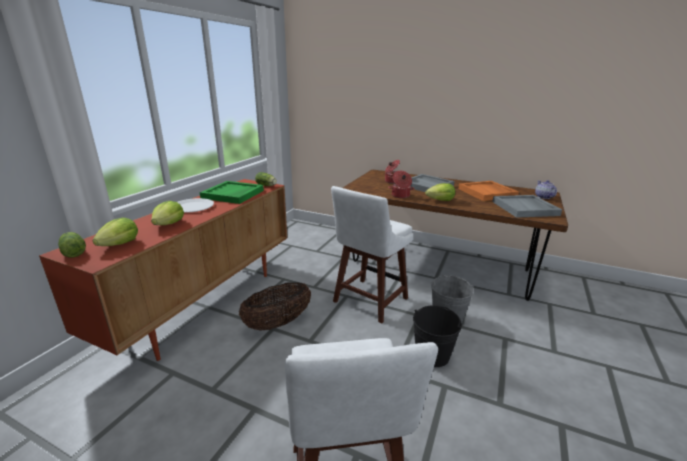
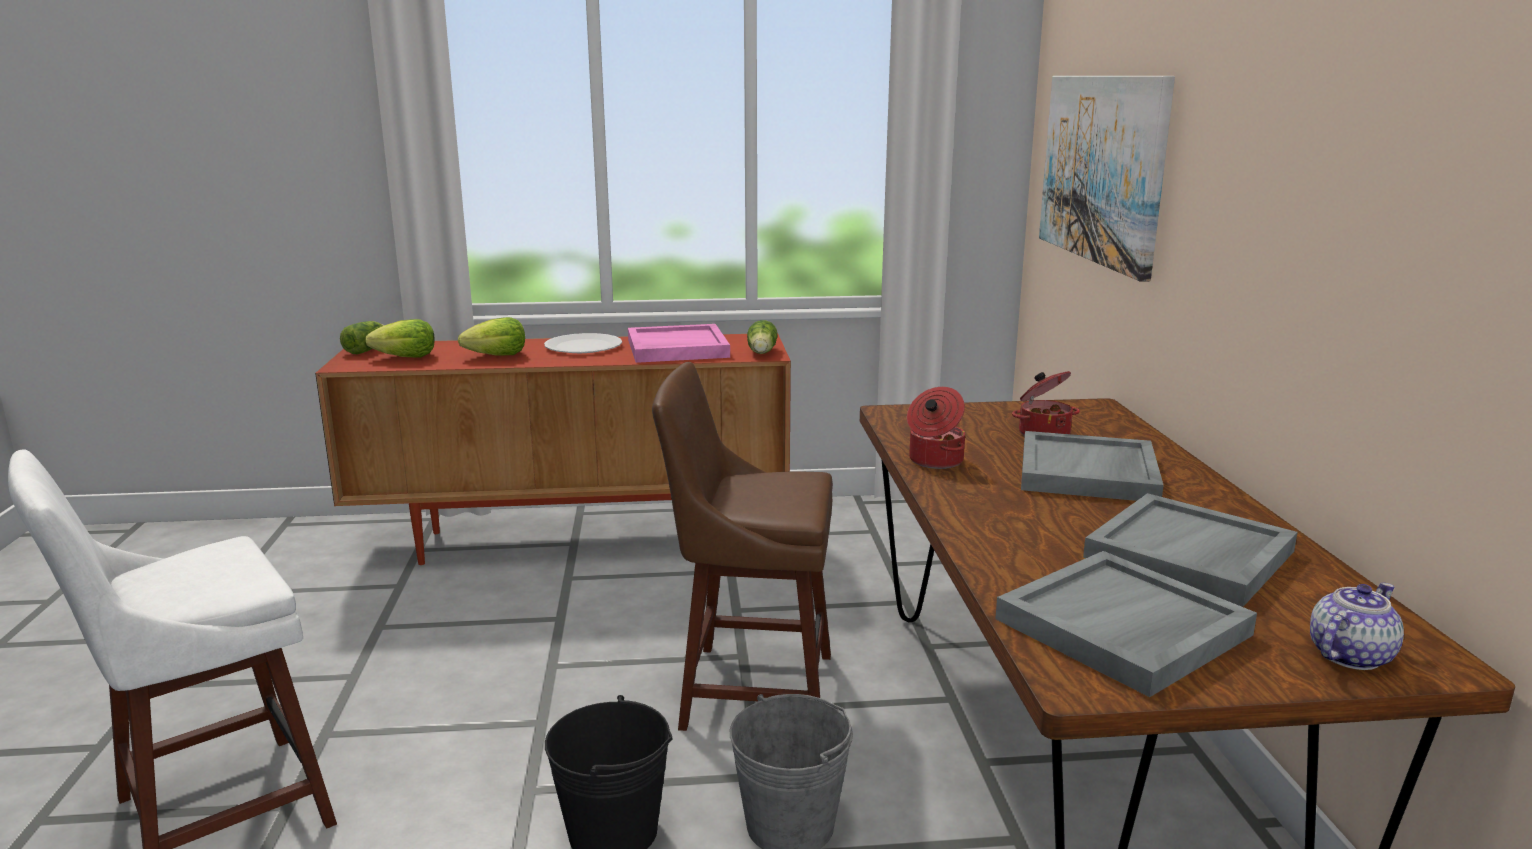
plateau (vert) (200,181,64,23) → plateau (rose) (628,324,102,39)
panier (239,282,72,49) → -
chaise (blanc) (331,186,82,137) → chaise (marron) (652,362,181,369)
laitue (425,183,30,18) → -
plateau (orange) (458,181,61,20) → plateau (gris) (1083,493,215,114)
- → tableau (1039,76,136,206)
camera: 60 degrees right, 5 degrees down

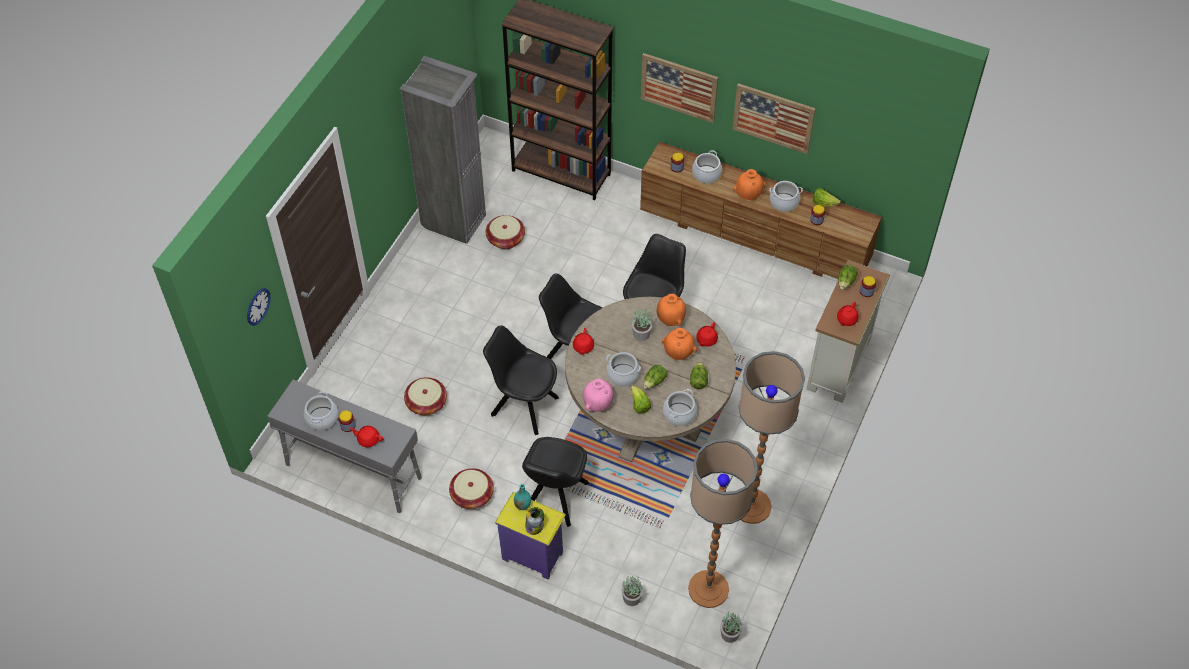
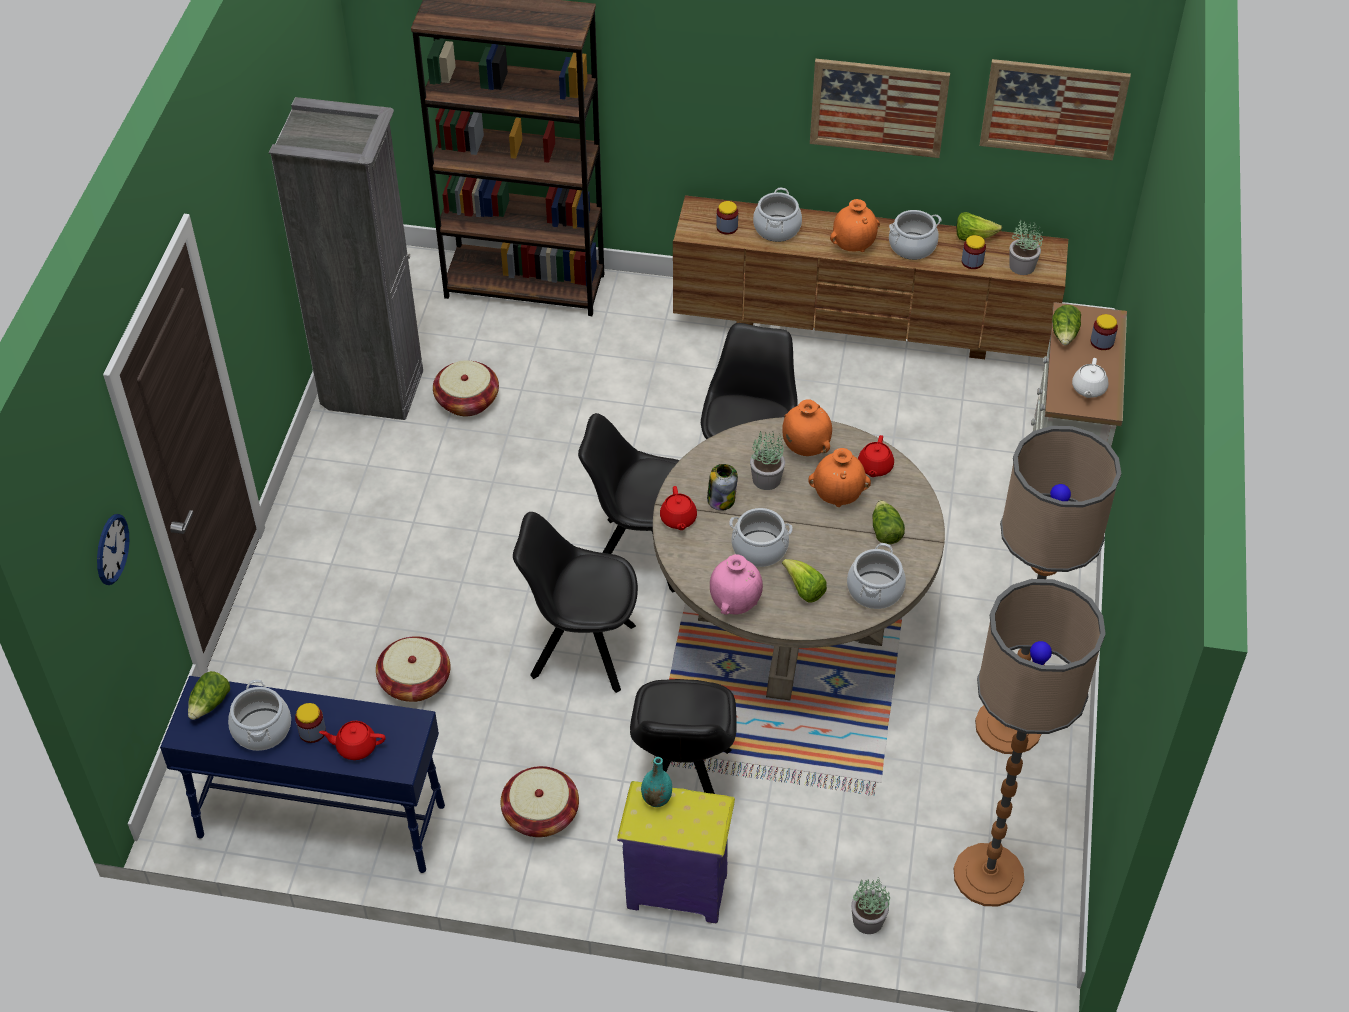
table console (gris) (267,380,155,133) → table console (bleu) (160,676,285,197)
bocal (525,507,19,28) → bocal (707,464,31,47), shifted
tableau (641,53,77,70) → tableau (979,59,152,102), shifted
laitue (643,365,24,24) → laitue (188,671,42,49), shifted
plante en pot (720,612,22,31) → plante en pot (1010,219,33,56), shifted
théière (rouge) (837,302,22,24) → théière (blanc) (1072,358,36,40)
camera: 15 degrees left, 5 degrees down

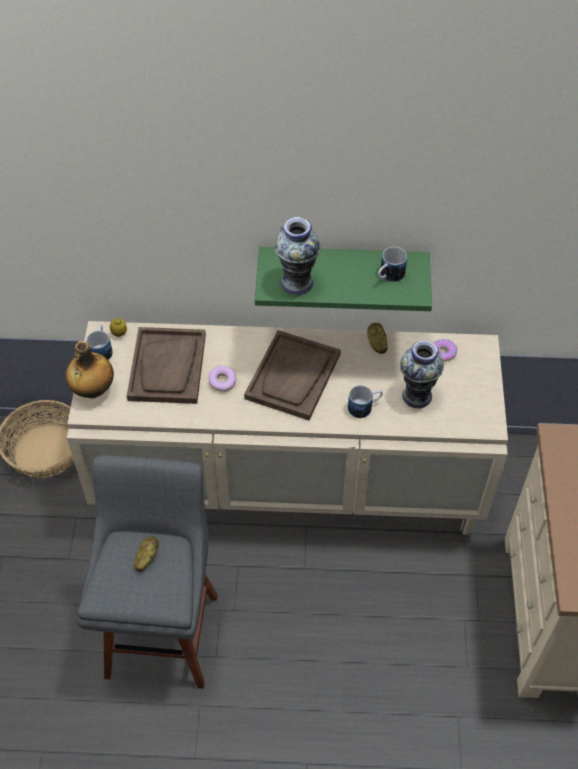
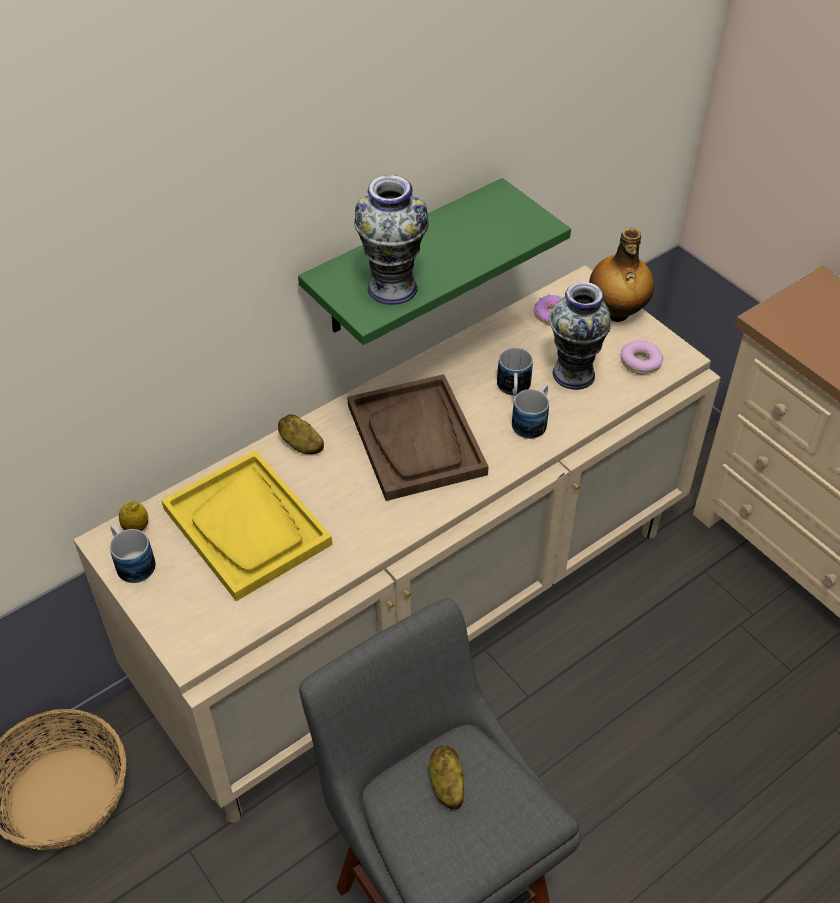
bouteille (66,341,48,57) → bouteille (589,228,65,94), shifted
plateau (marron) (127,327,79,77) → plateau (jaune) (161,450,172,151)
beignet (208,366,28,26) → beignet (621,341,42,33), shifted
pomme de terre (367,323,21,31) → pomme de terre (278,414,46,40), shifted
mug (378,247,29,35) → mug (497,348,36,48), shifted
camera: 40 degrees left, 5 degrees down

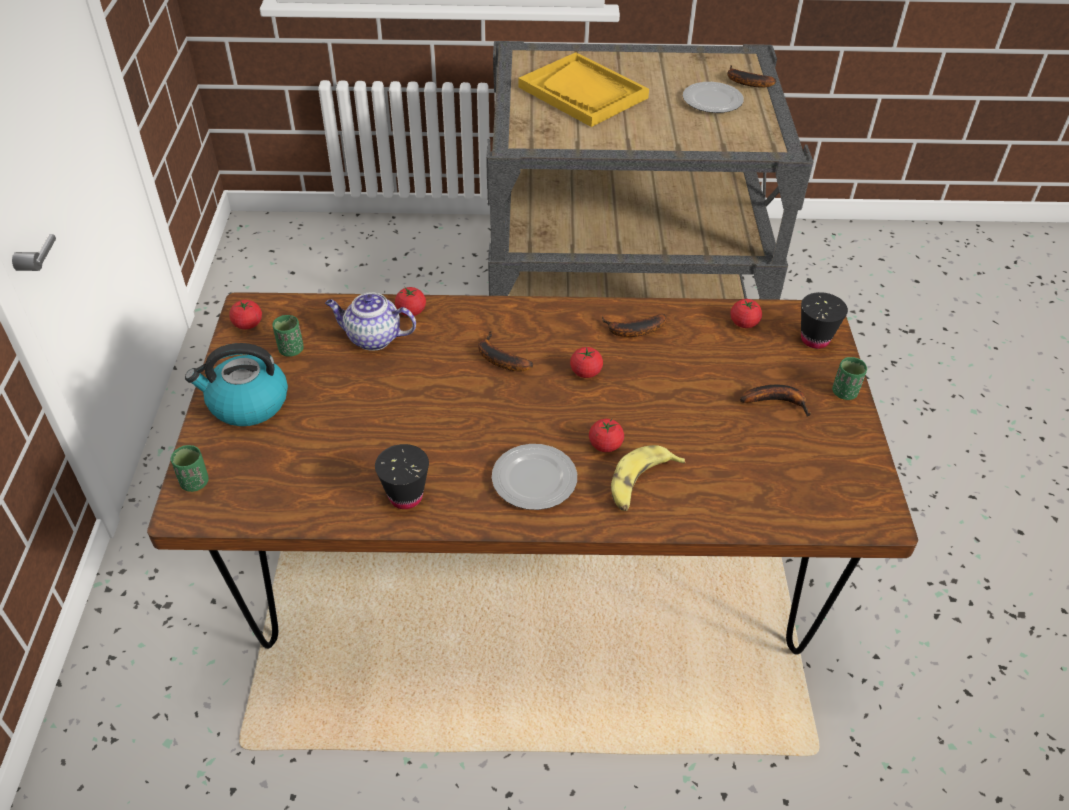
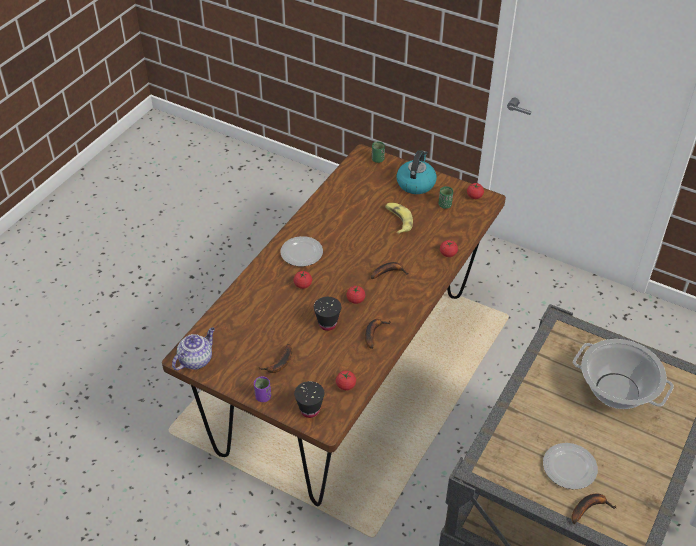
théière (325,292,91,59) → théière (172,327,43,43), shifted
tasse (noir) (375,444,54,65) → tasse (noir) (314,297,27,34), shifted
plateau (jaune) (518,52,131,75) → marmite (573,339,101,70)
banane (611,445,74,66) → banane (385,203,28,31), shifted
tasse (vert) (832,357,35,43) → tasse (violet) (254,376,17,26)
camera: 120 degrees right, 0 degrees up

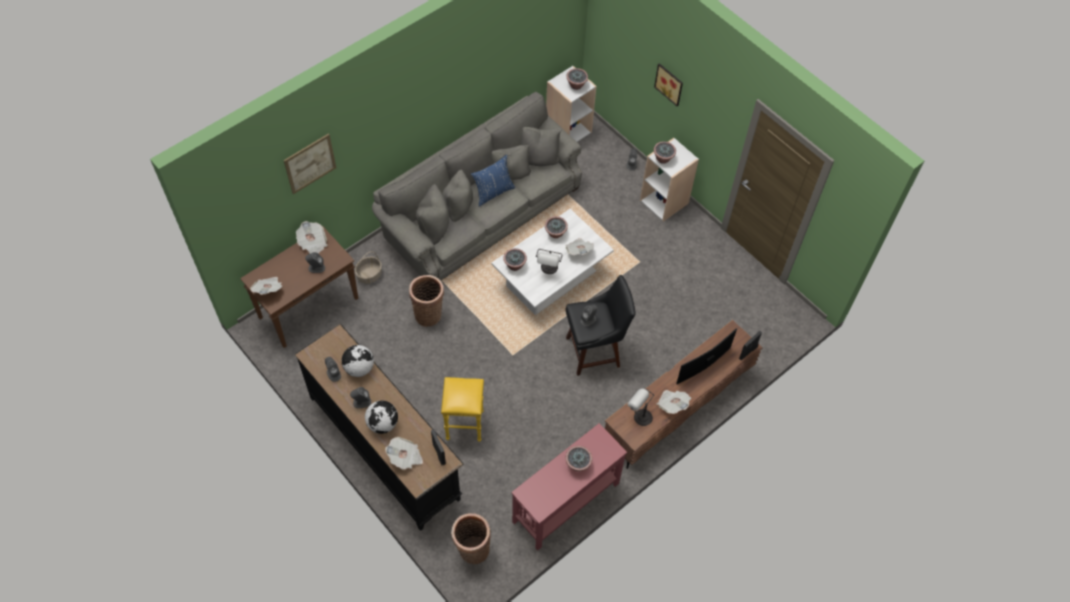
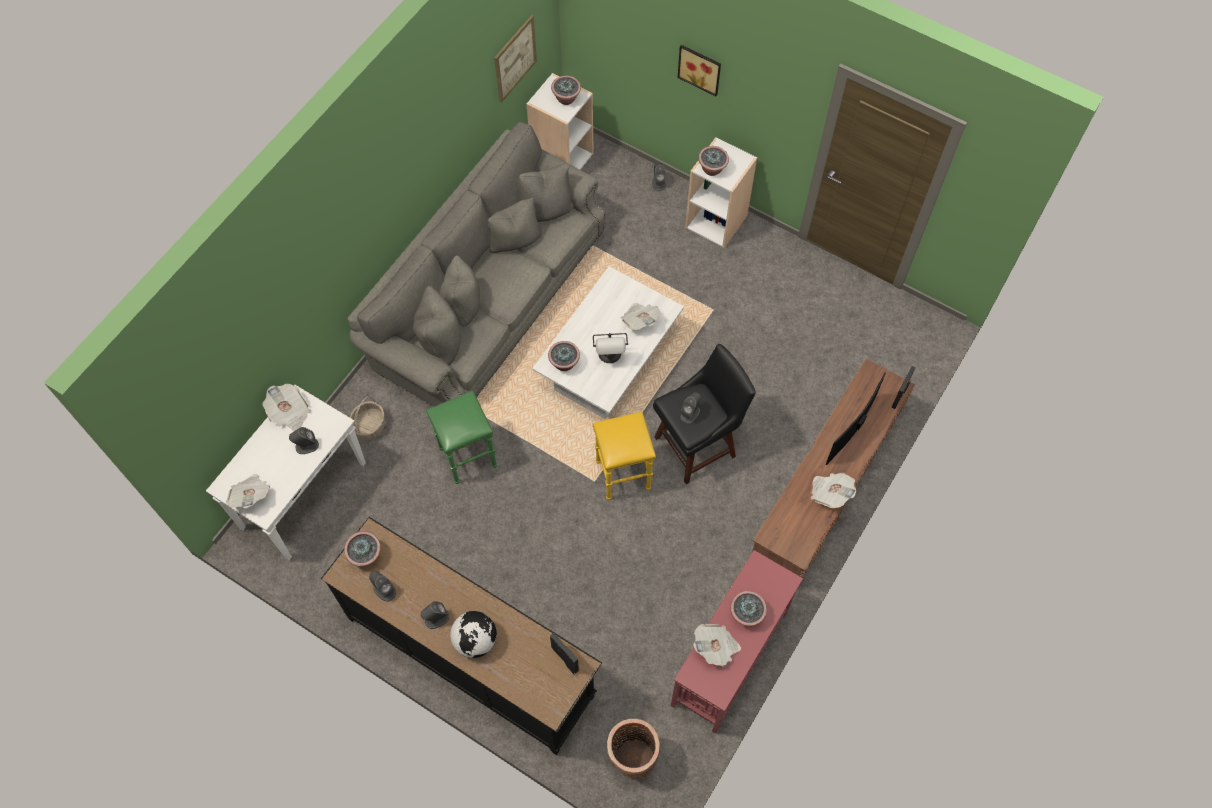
table console (marron) (240,227,118,121) → table console (blanc) (206,385,160,175)
tableau (284,133,52,61) → tableau (494,15,43,88), shifted
globe (342,345,32,32) → -
journal (385,437,38,33) → journal (693,624,48,42), shifted
panier (409,275,35,52) → tabouret (vert) (426,391,71,93)
tabouret (jaune) (441,377,43,65) → tabouret (jaune) (593,412,63,88), shifted
coussin (bleu) (471,155,44,52) → -
plante en pot (545,216,23,22) → plante en pot (344,531,37,35), shifted
lampe de table (628,388,26,38) → -
camera: 15 degrees left, 5 degrees up

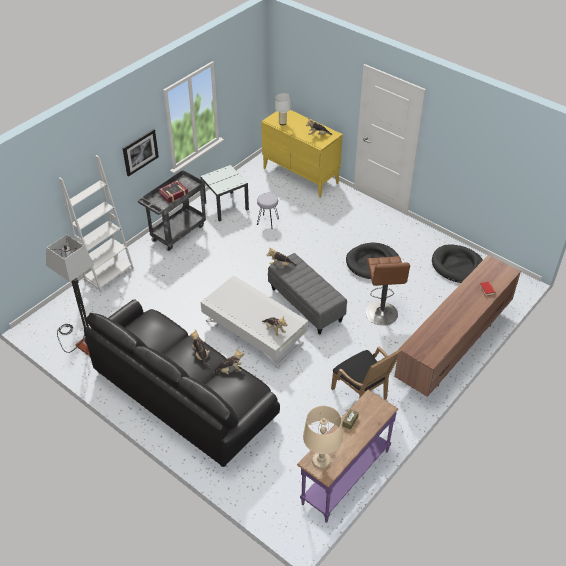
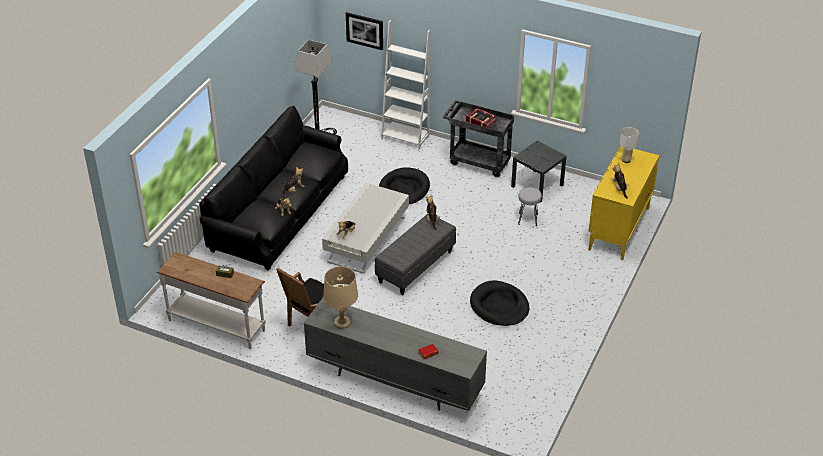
tableau (122,129,37,48) → tableau (346,12,37,38), shifted
table console (violet) (297,390,101,133) → table console (blanc) (157,252,109,97)
lampe de table (beige) (303,406,40,63) → lampe de table (beige) (323,266,35,63), shifted
tabouret (marron) (365,256,45,70) → -
meuble de rangement (marron) (394,255,127,142) → meuble de rangement (gris) (304,297,183,114)
panier pour chien (noir) (432,244,51,39) → panier pour chien (noir) (379,168,51,36), shifted
camera: 75 degrees right, 5 degrees down

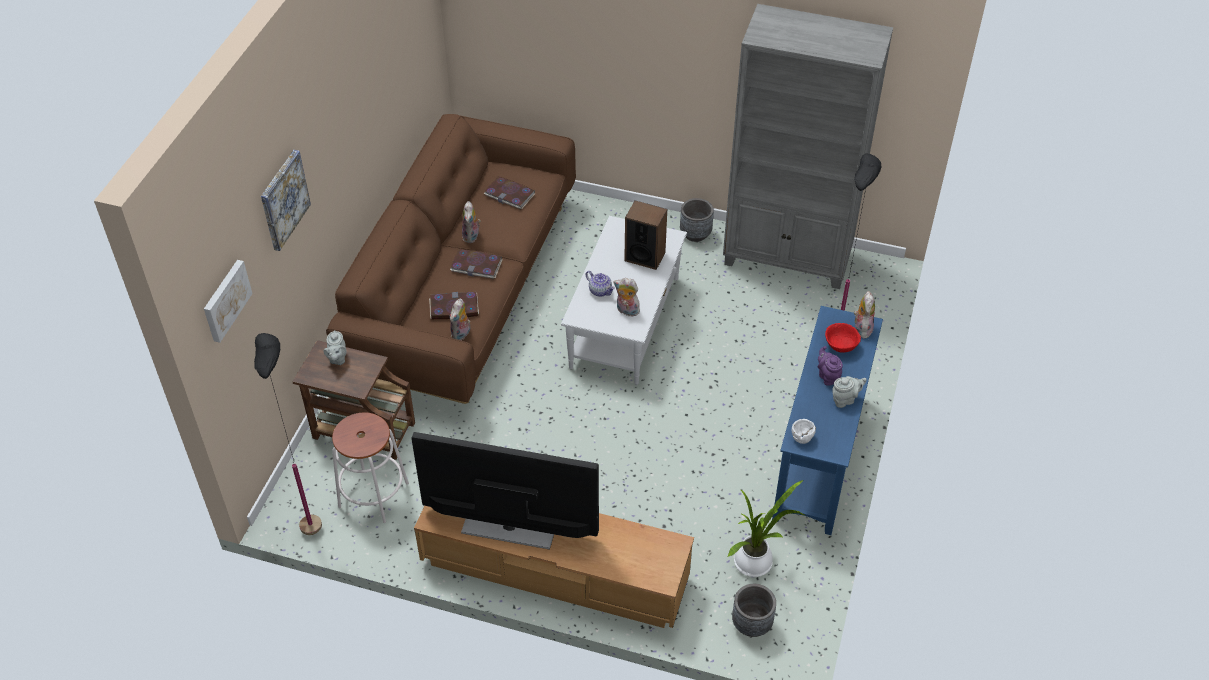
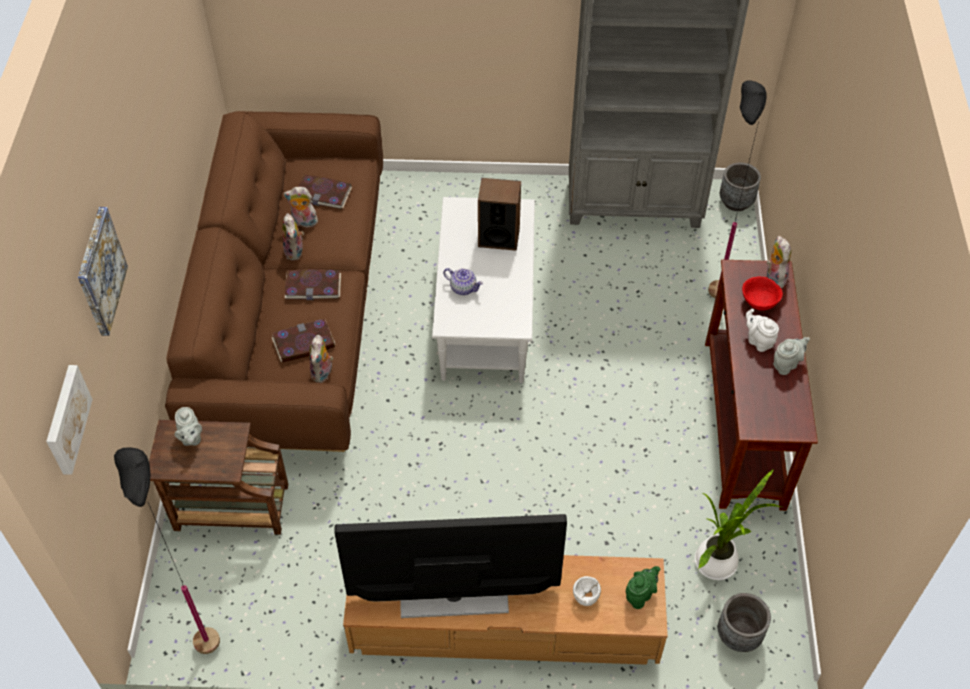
tabouret (blanc) (332,413,77,110) → -
peluche (614,278,26,38) → peluche (283,187,35,40), shifted
cache-pot (gris) (680,198,34,44) → cache-pot (gris) (720,163,41,48), shifted
table console (bleu) (772,306,111,229) → table console (marron) (705,260,113,251)
bol (blanc) (792,419,24,25) → bol (blanc) (573,576,28,30), shifted
théière (violet) (818,346,25,40) → théière (blanc) (746,309,33,43)
- → théière (vert) (626,566,34,43)
camera: 15 degrees left, 5 degrees up

